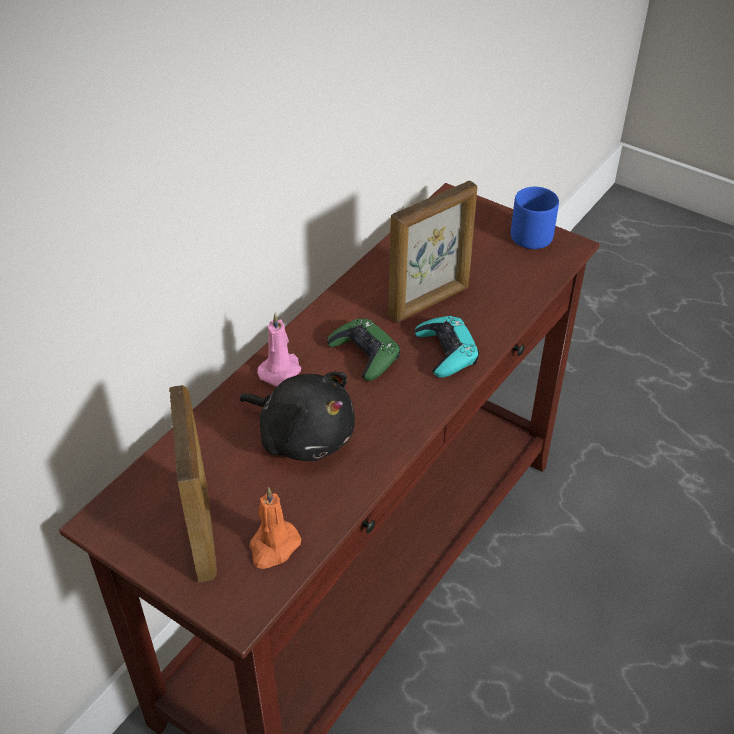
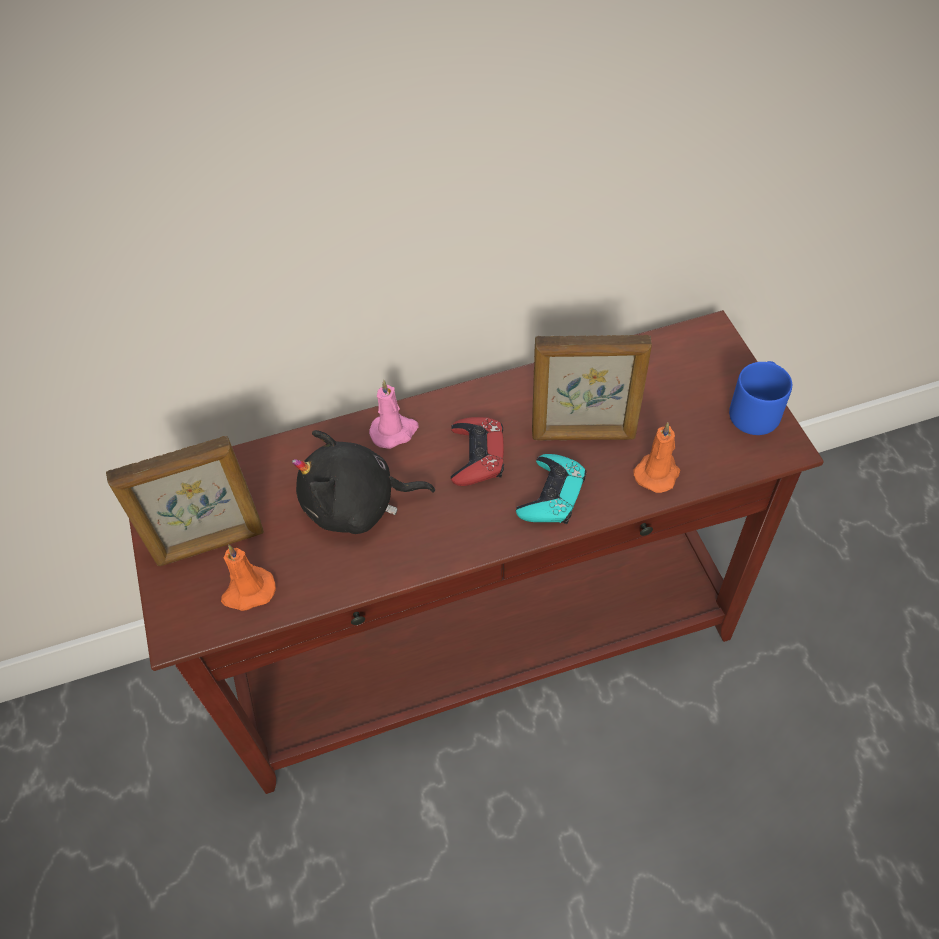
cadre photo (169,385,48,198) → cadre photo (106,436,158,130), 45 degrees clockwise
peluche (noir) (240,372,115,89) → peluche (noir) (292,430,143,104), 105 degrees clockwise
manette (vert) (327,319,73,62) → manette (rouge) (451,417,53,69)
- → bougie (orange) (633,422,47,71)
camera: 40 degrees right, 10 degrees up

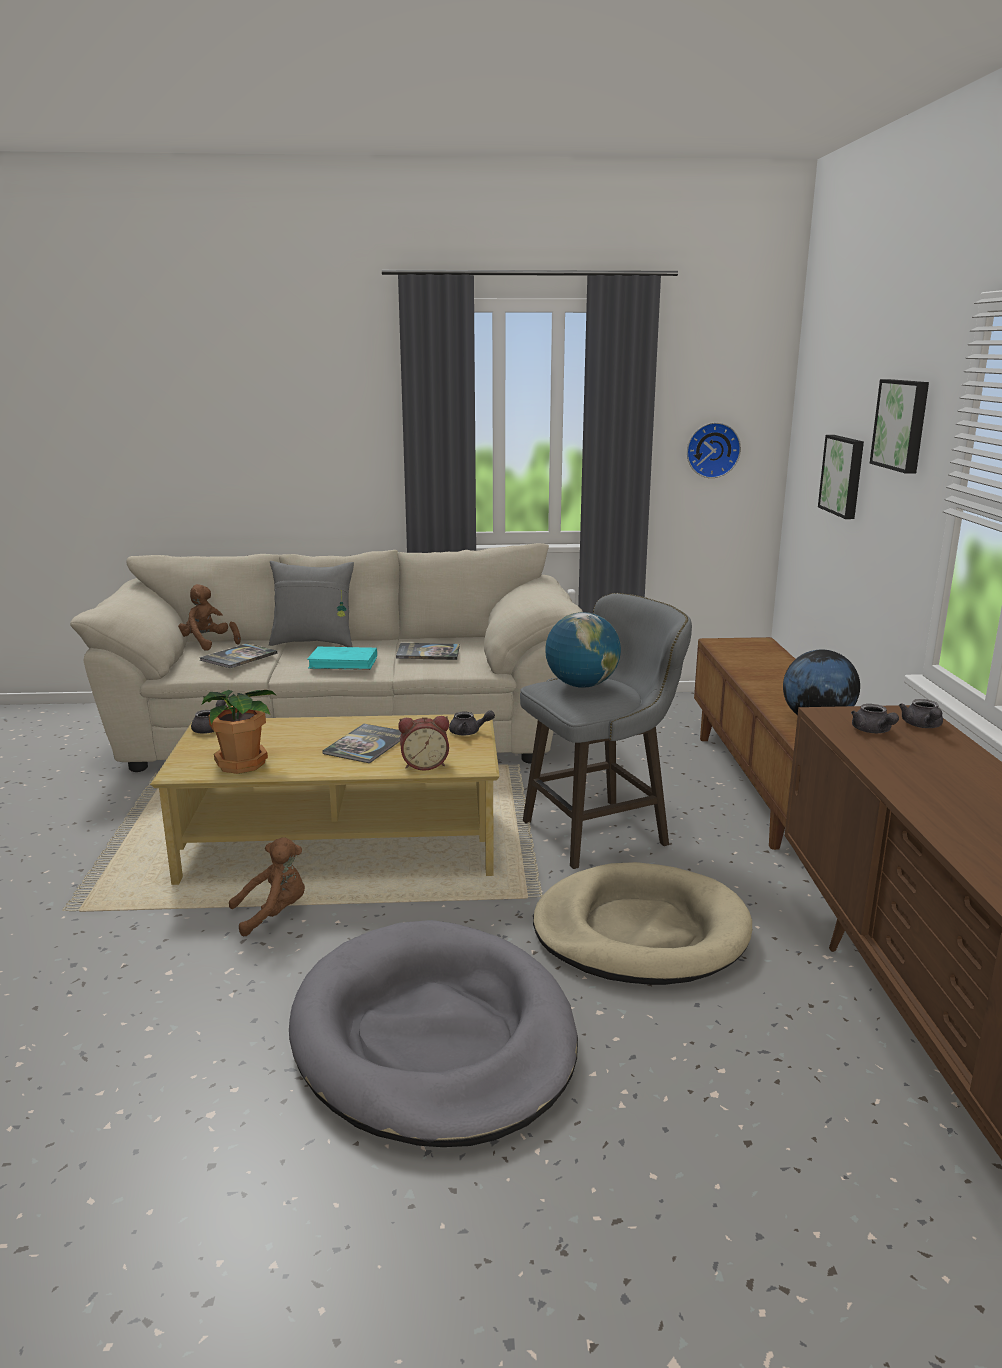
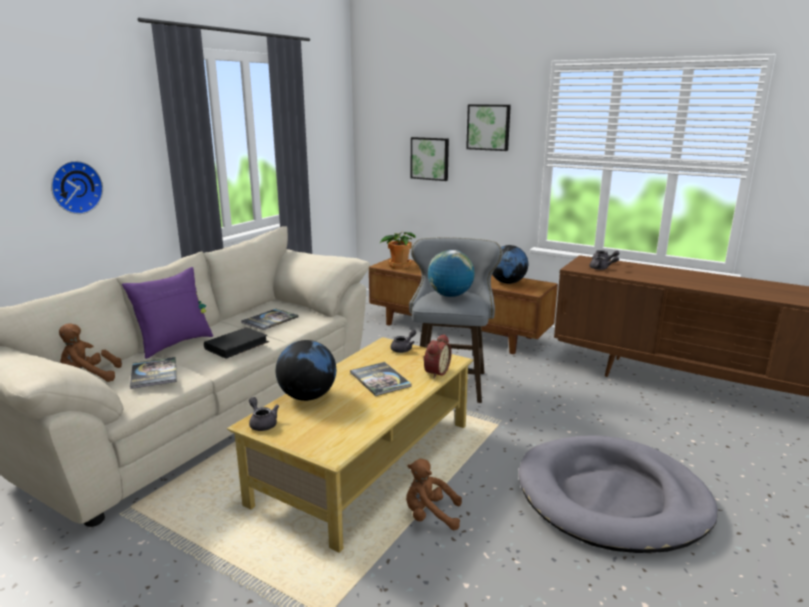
plante en pot (202,690,75,84) → plante en pot (380,231,35,38), shifted
peluche (marron) (229,837,76,99) → peluche (marron) (406,459,56,71), 90 degrees counterclockwise
coussin (gris) (269,561,85,86) → coussin (violet) (122,267,91,92)
livre (turquoise) (307,647,70,23) → livre (noir) (204,327,65,32)
panier pour chien (beige) (533,862,219,123) → -
horloge murale (687,422,54,56) → horloge murale (51,161,52,53), shifted
- → globe (276,340,60,61)
camera: 55 degrees left, 0 degrees up

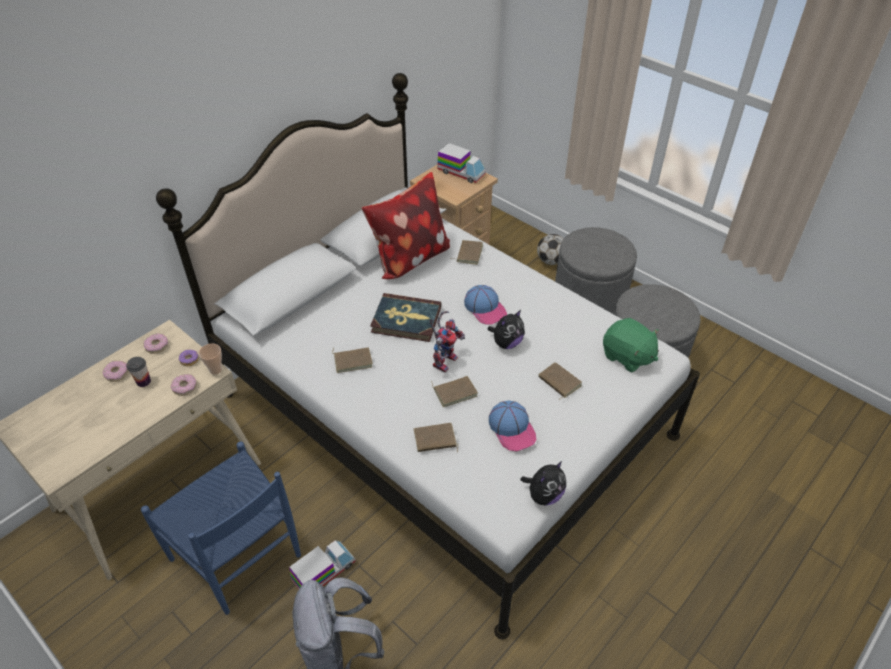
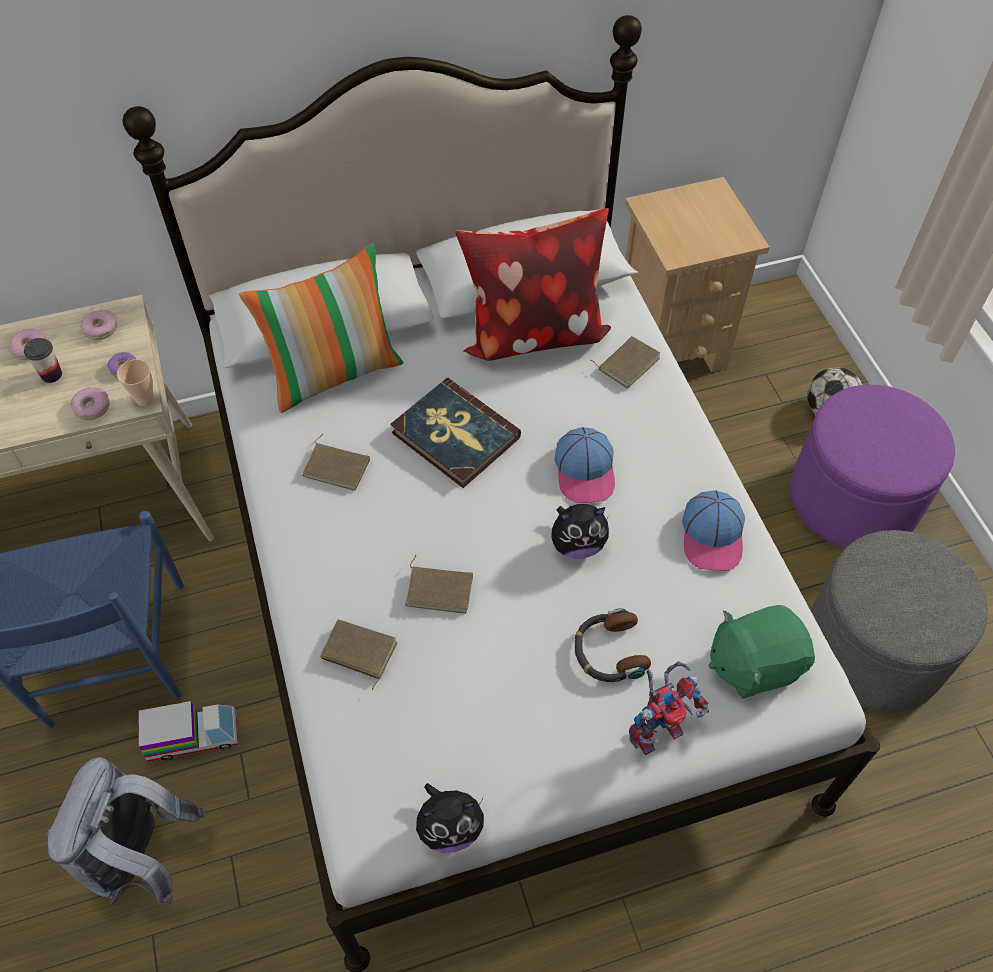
robot jouet (430,311,35,61) → robot jouet (629,661,80,94), shifted
camion jouet (437,143,49,40) → -
casquette (489,400,47,51) → casquette (682,490,63,81), shifted
livre (marron) (539,362,43,38) → casque audio (575,608,76,74)
pouf (gris) (555,227,82,87) → pouf (violet) (790,385,165,163)
peluche (vert) (603,318,56,54) → peluche (vert) (708,605,107,94), 90 degrees clockwise
- → coussin (239,244,164,169)
camera: 30 degrees right, 10 degrees up

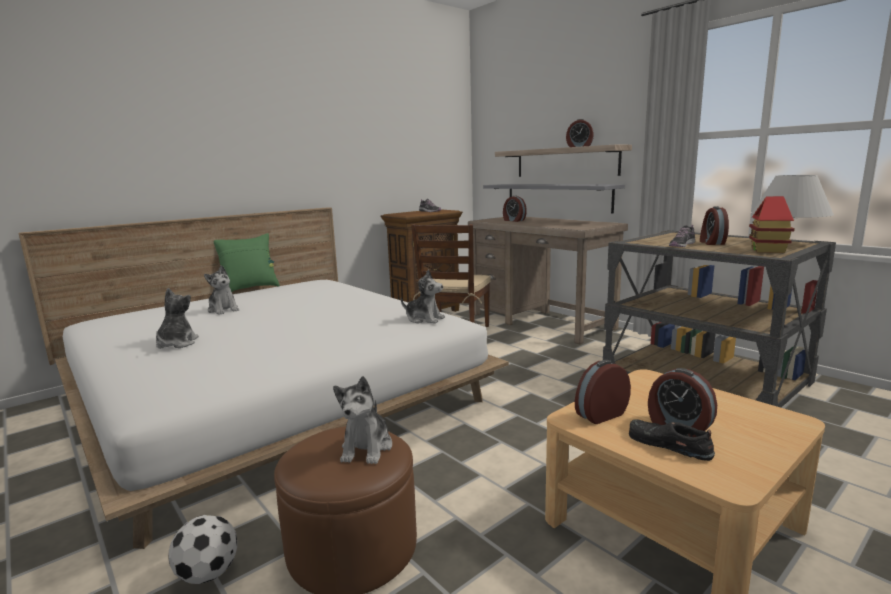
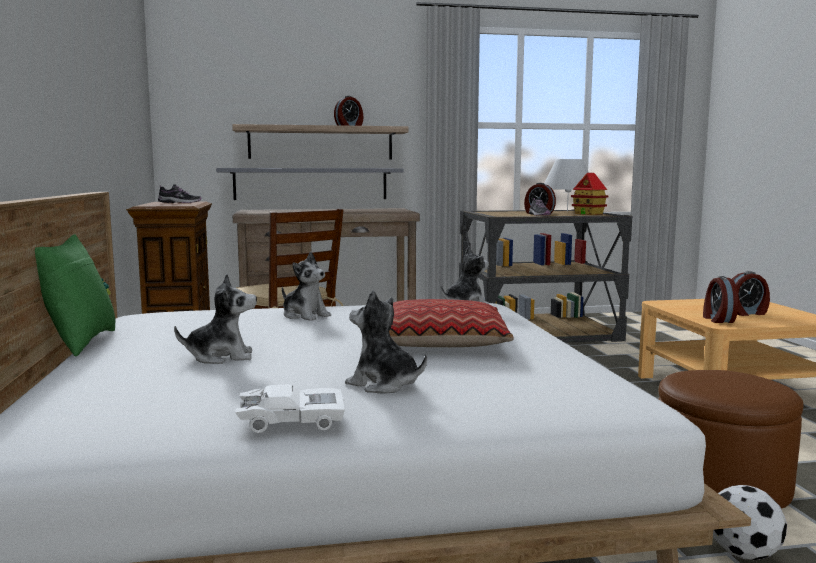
peluche (333,376,59,88) → peluche (282,252,49,69), shifted
réveil (503,195,24,27) → -
chaussure (noir) (629,419,86,42) → -
- → petite voiture (blanc) (235,384,110,49)
- → coussin (389,299,125,48)
camera: 60 degrees left, 5 degrees down

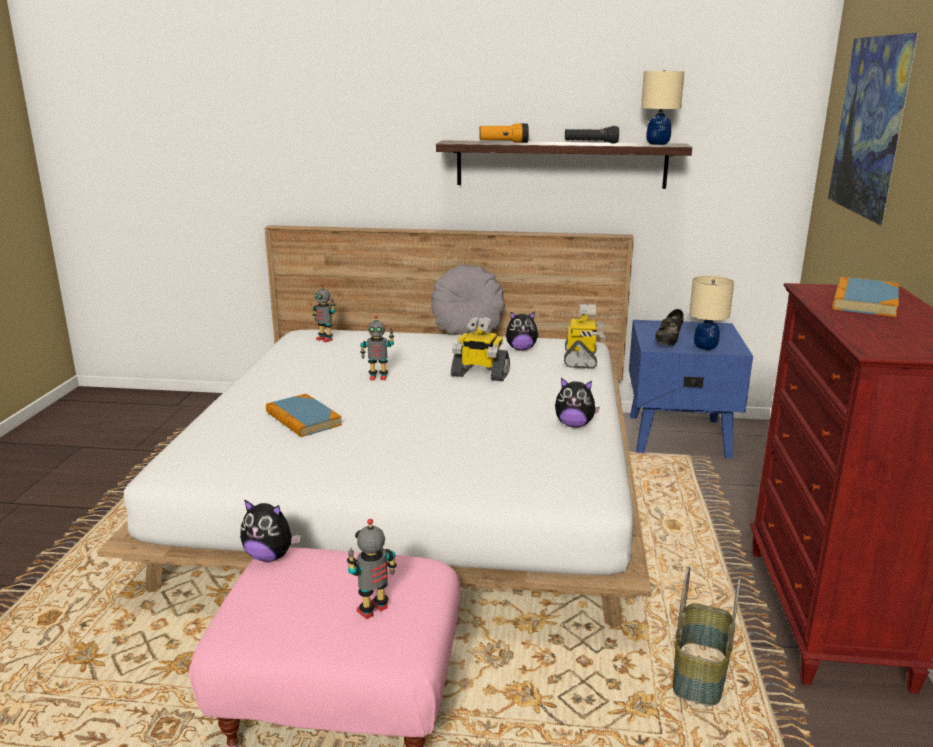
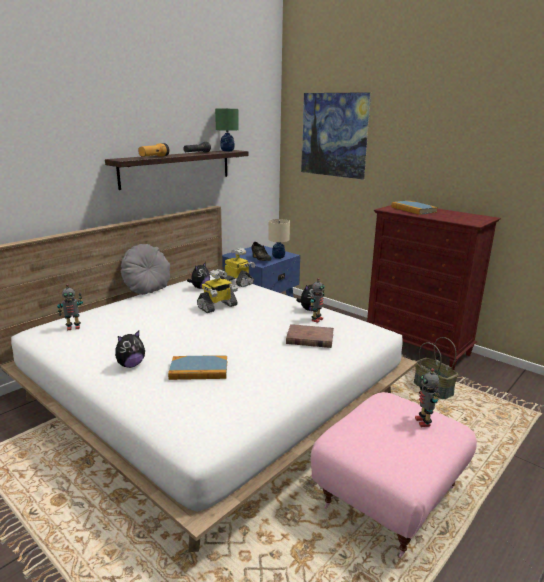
peluche (240,499,61,63) → peluche (115,330,30,38), shifted
robot jouet (360,315,34,65) → robot jouet (310,278,15,45), shifted
lampe de table (beige) (641,70,44,75) → lampe de table (vert) (215,108,24,43)
- → livre (marron) (286,324,48,24)
camera: 55 degrees left, 0 degrees up

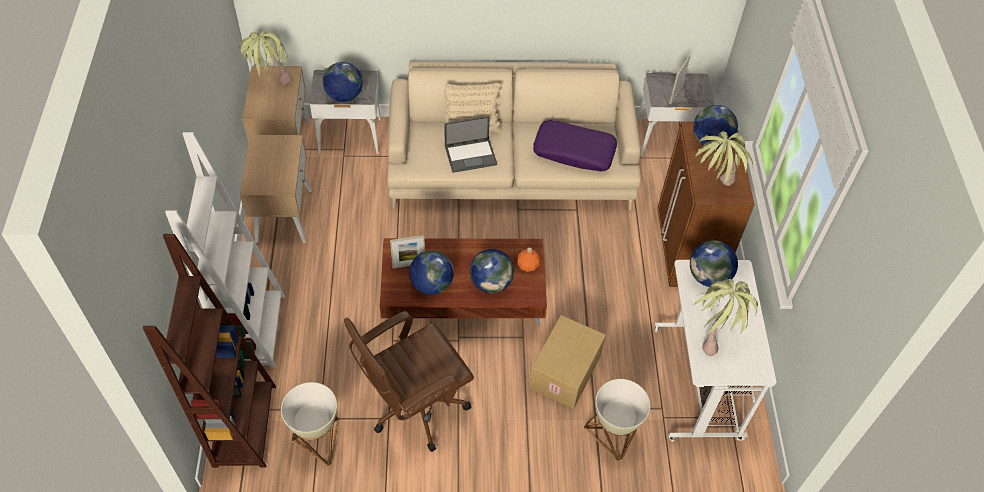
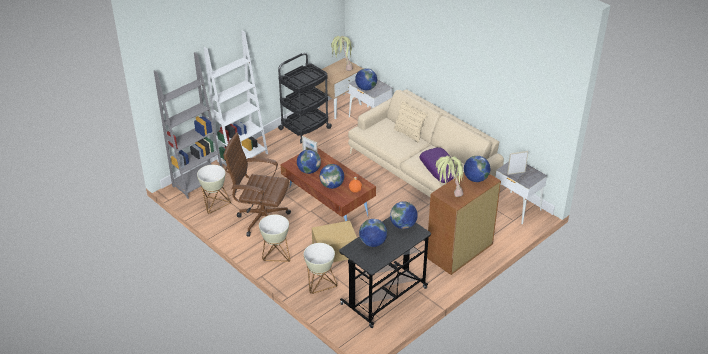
bibliothèque (marron) (143,234,133,234) → bibliothèque (gris) (154,52,69,147)
table de chevet (beige) (240,135,72,108) → chariot (noir) (278,53,54,91)
ordinateur portable (444,116,53,57) → -
bureau (blanc) (655,260,121,182) → bureau (noir) (339,217,92,111)
plante en pot (693,279,65,77) → globe (359,219,28,28)
- → cache-pot (259,214,31,48)
camera: 50 degrees right, 15 degrees down

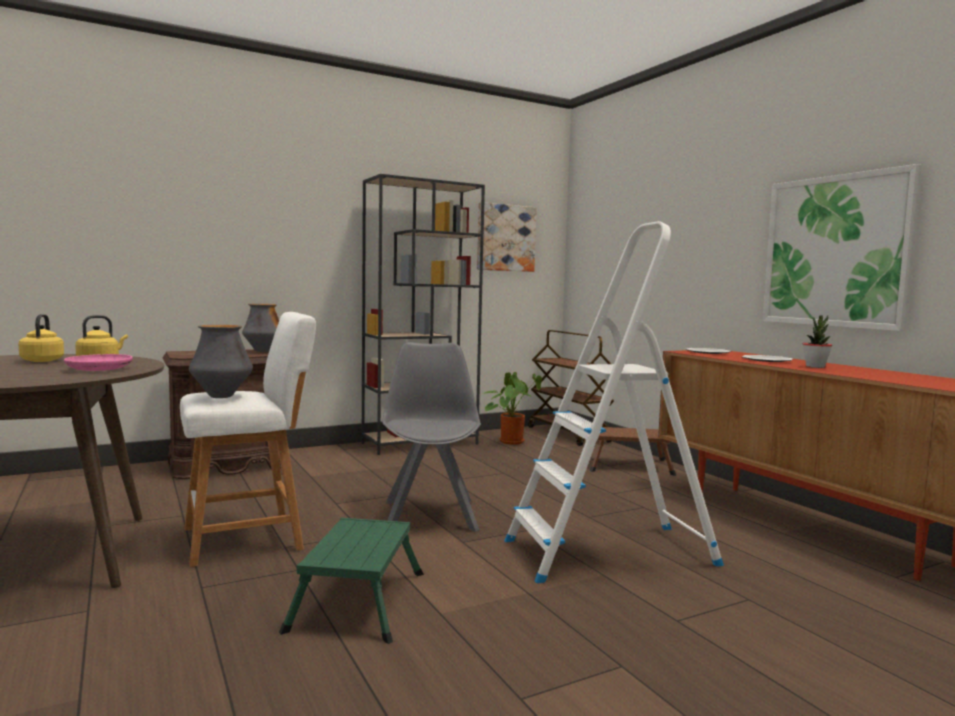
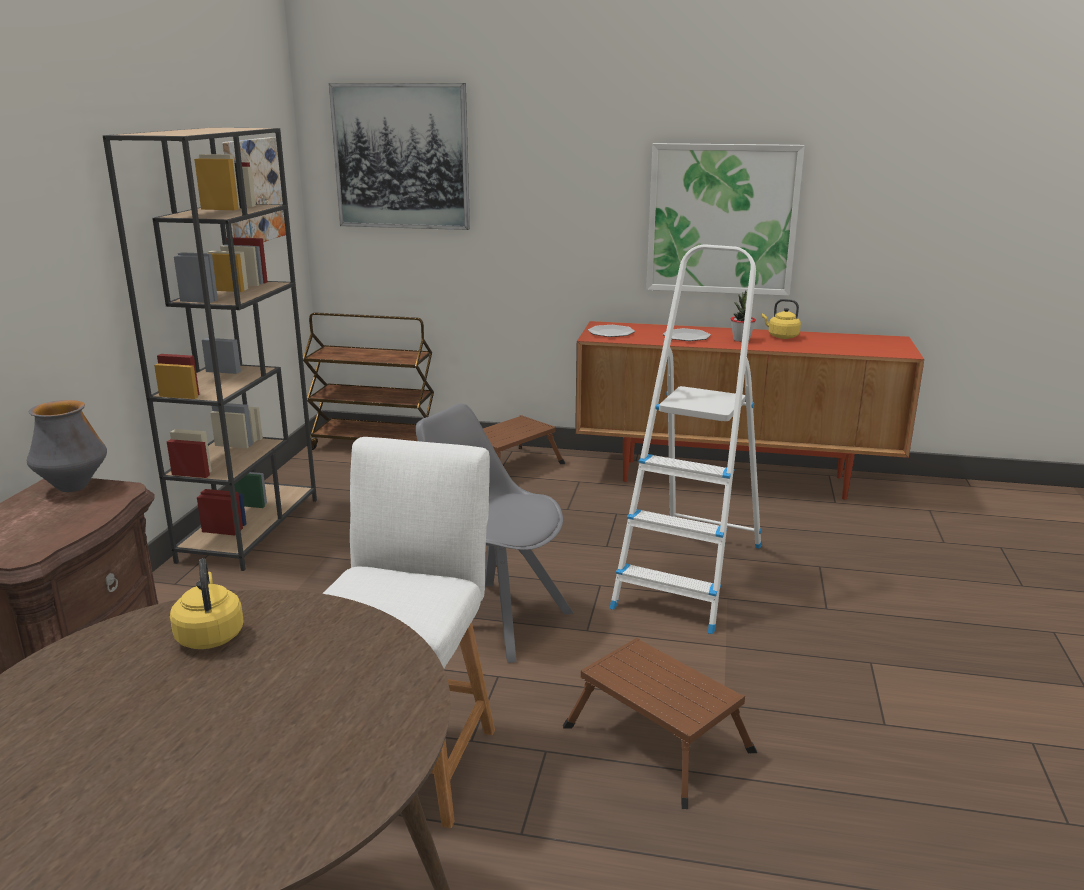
bouilloire (jaune) (19,314,45,48) → bouilloire (jaune) (762,299,39,40), shifted
assiette (rose) (64,354,69,17) → -
vase (189,325,64,73) → -
escabeau (vert) (279,518,145,126) → escabeau (marron) (563,638,194,171)
plante en pot (482,372,60,73) → -
- → tableau (329,83,141,147)
camera: 50 degrees left, 15 degrees up

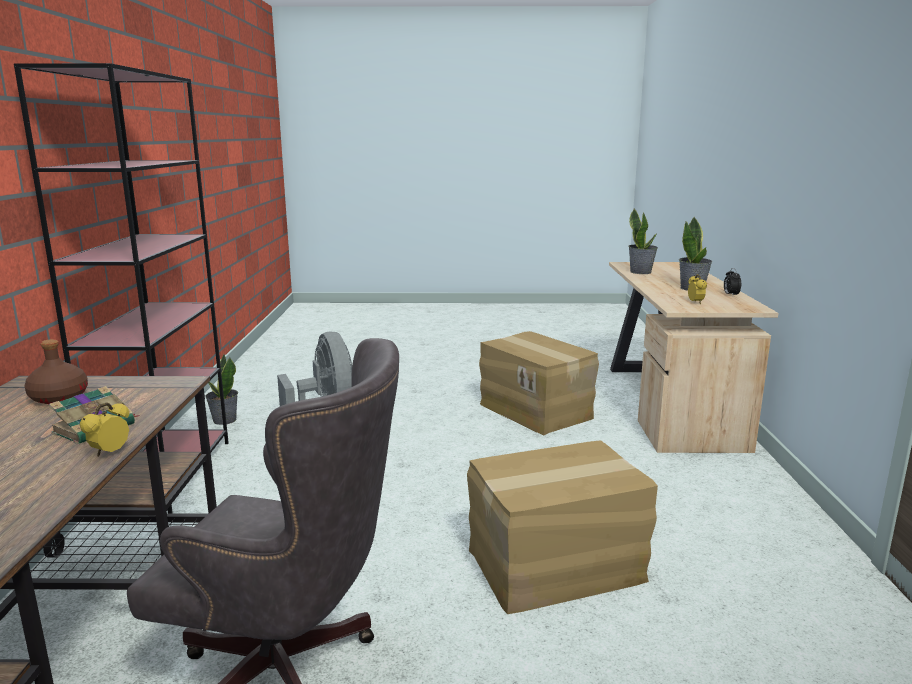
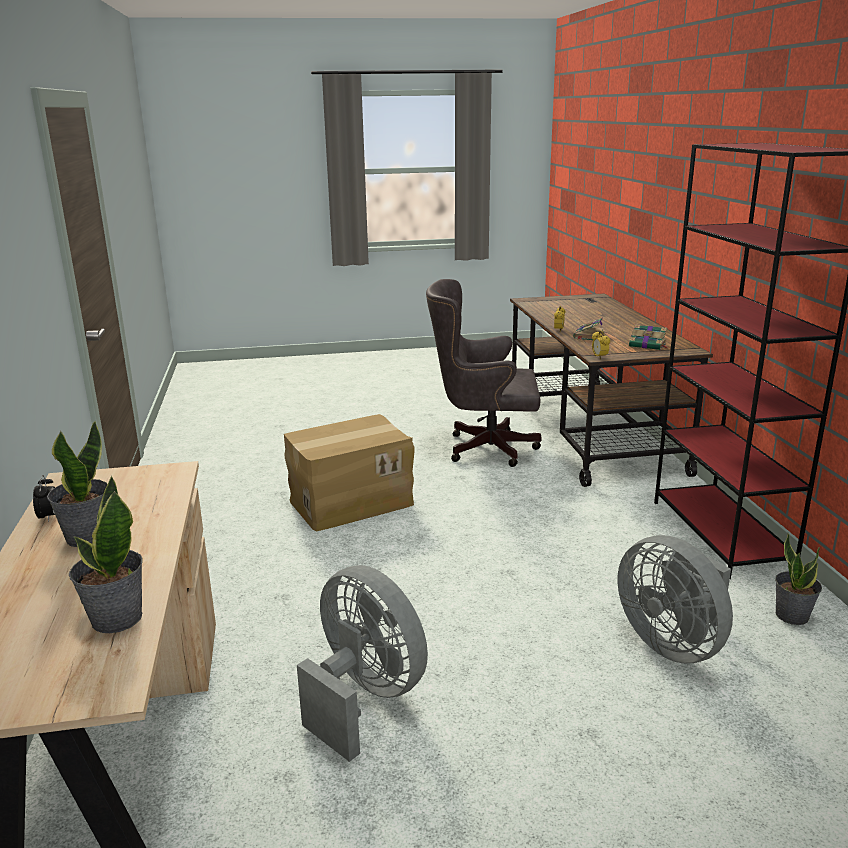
bouteille (marron) (24,339,64,65) → livre (629,324,38,26)
carton (479,331,120,104) → ventilateur (gris) (297,565,131,197)
réveil (688,274,19,30) → réveil (592,330,18,29), shifted
camera: 170 degrees right, 5 degrees up

